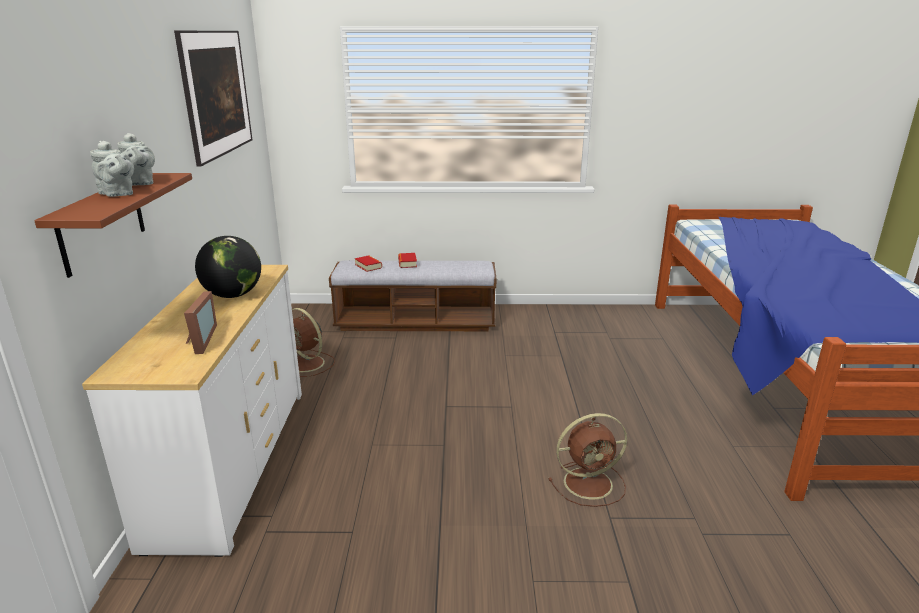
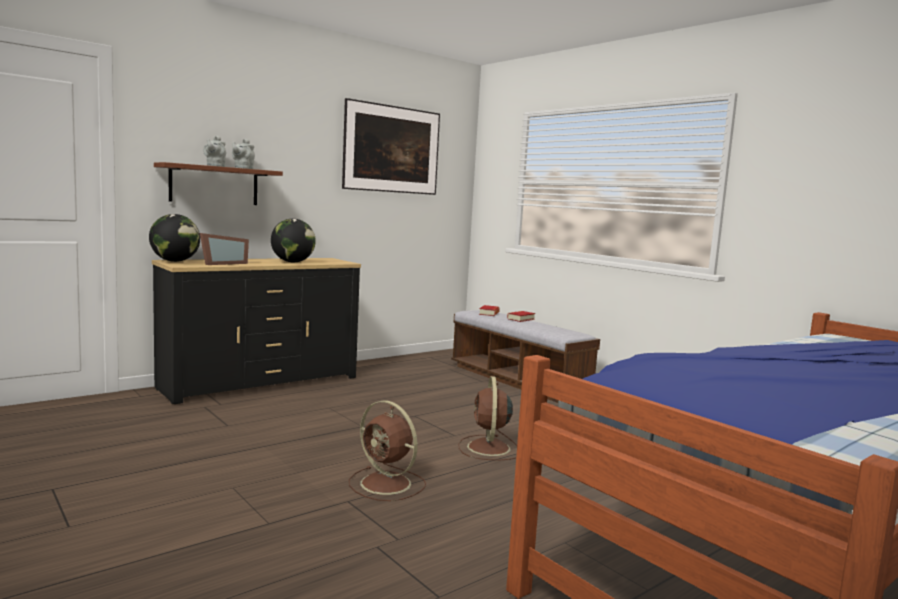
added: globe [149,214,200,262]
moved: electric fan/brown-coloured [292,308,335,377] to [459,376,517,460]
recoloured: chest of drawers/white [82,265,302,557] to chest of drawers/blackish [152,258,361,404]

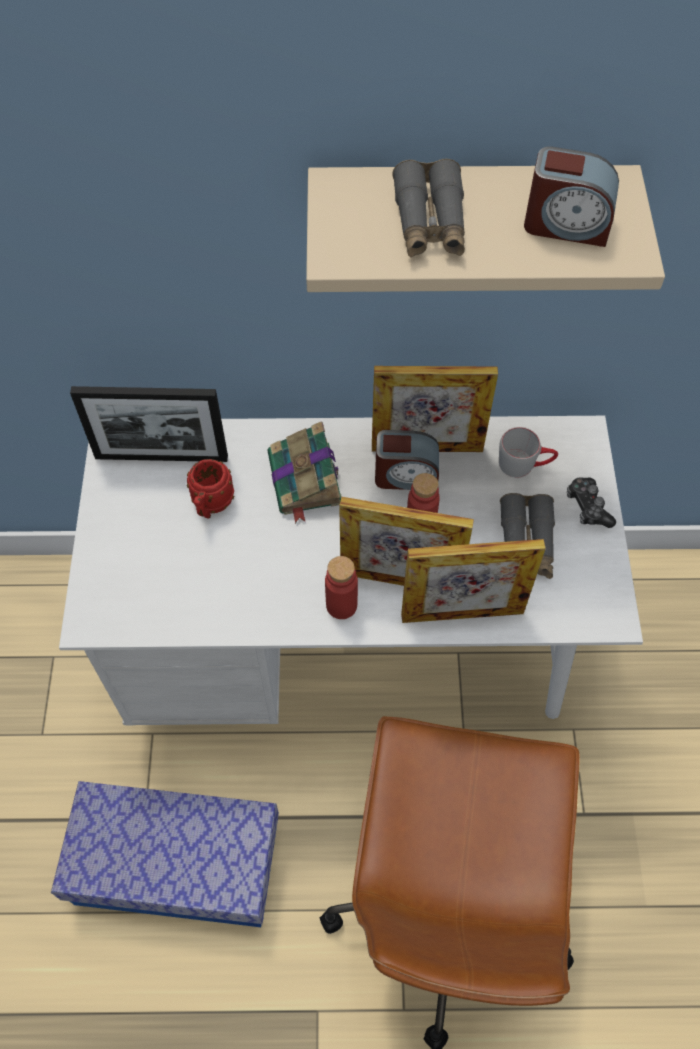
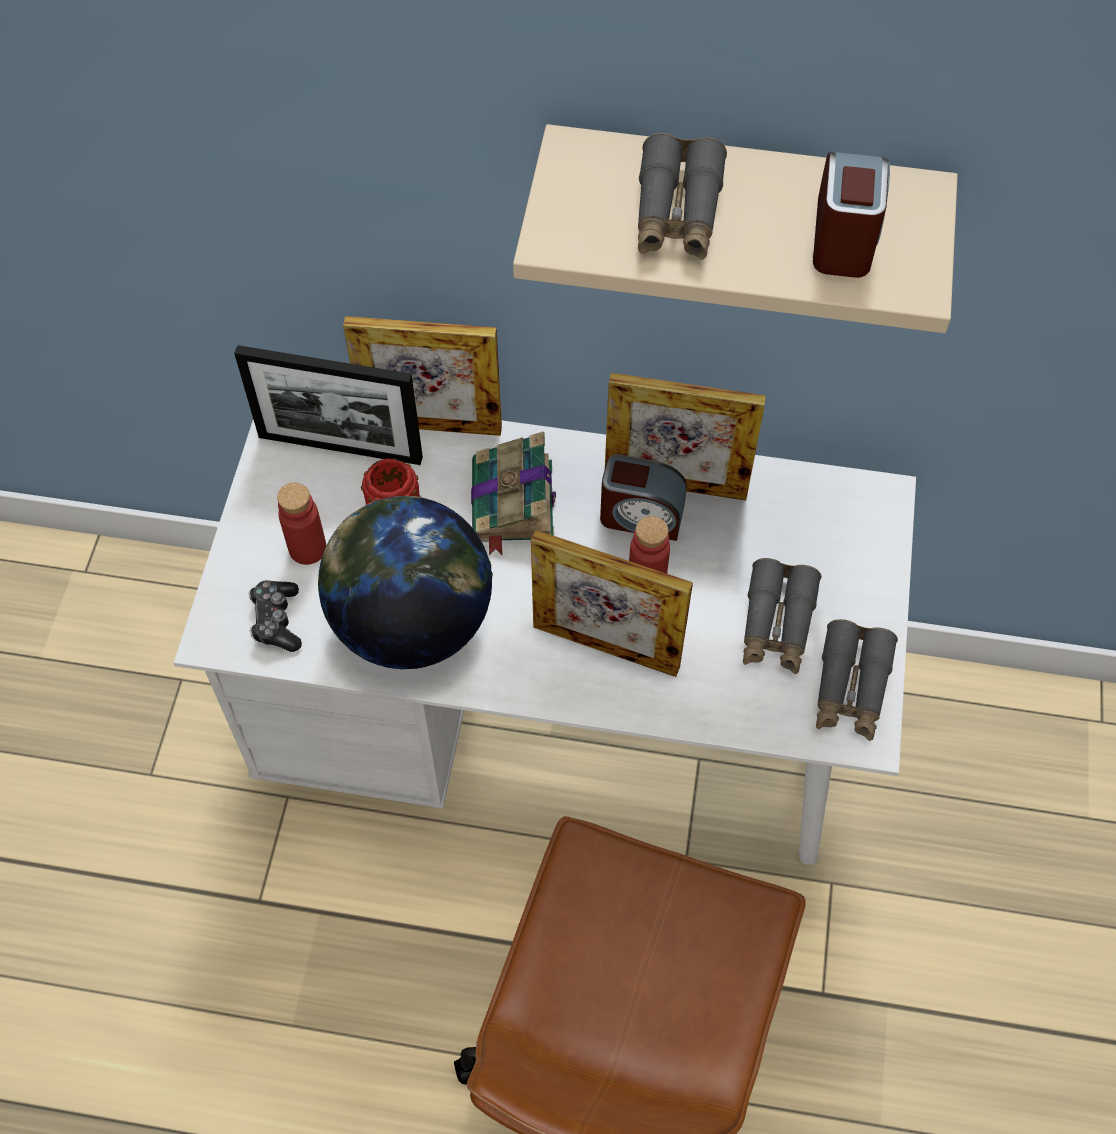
removed: storage box [51,781,279,927]; tea mug/greyish [499,427,558,477]
added: globe [318,496,493,669]; pair of binoculars/greyish [816,619,898,741]
moved: gamepad [567,477,616,528] to [248,580,302,652]; beverage bottle/red [325,556,358,619] to [277,482,326,565]; photo frame [401,539,546,623] to [343,316,502,436]
turned: alarm clock [524,146,619,247] = [813,152,890,278] 105 degrees counterclockwise

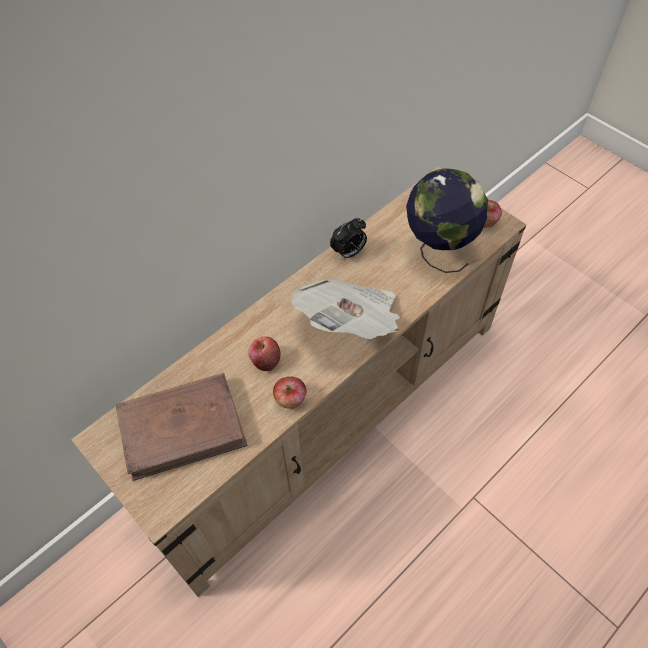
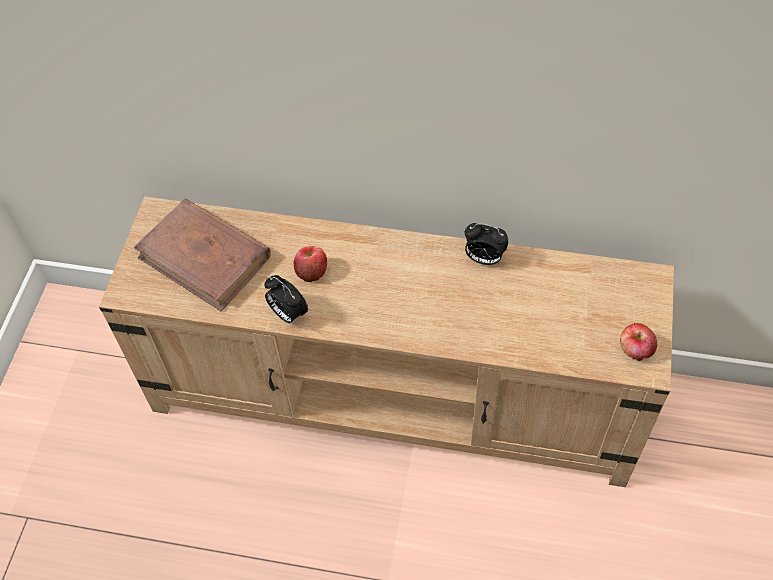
removed: printed paper [291,277,400,339]; globe [406,168,489,273]
replaced: apple [273,377,306,409] to alarm clock [264,275,308,324]

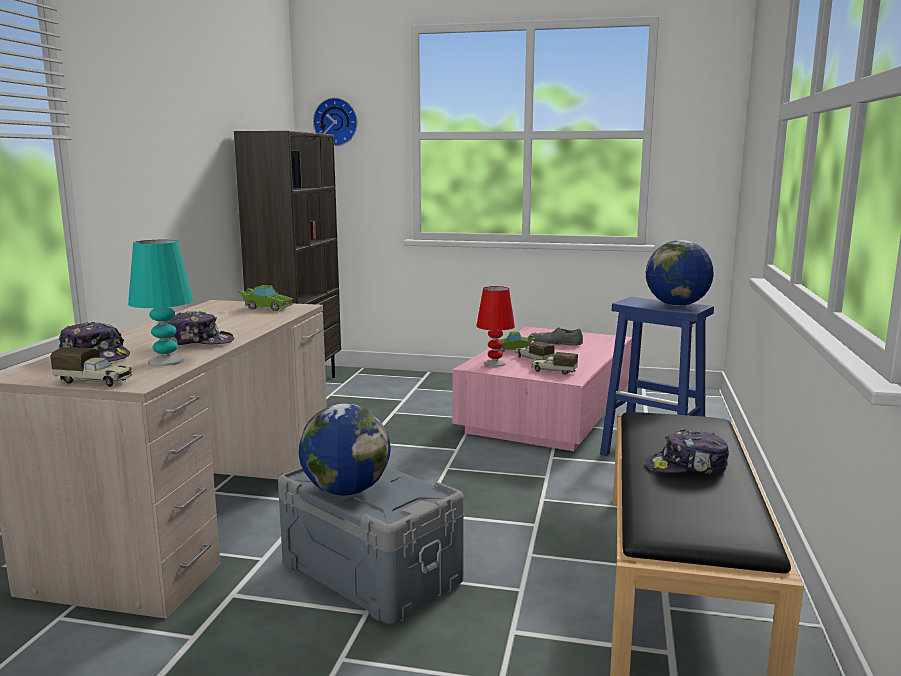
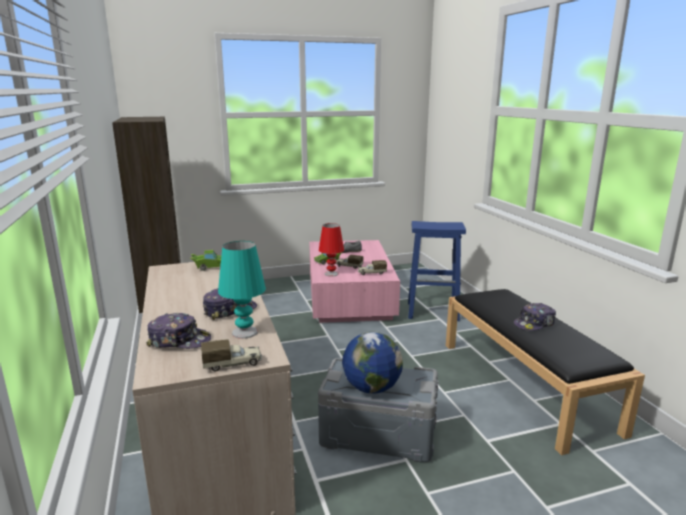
removed: wall clock [313,97,357,146]; globe [646,240,714,306]

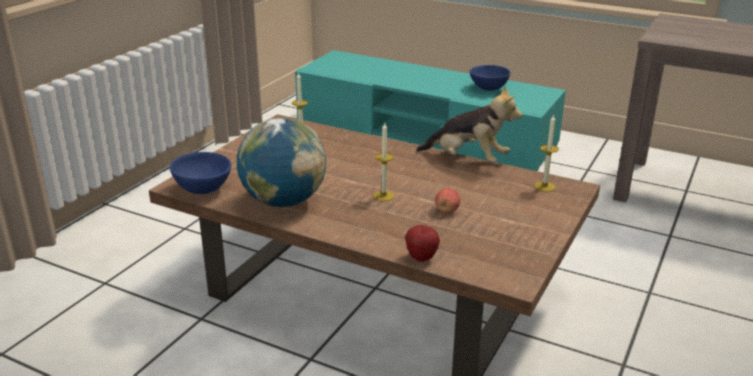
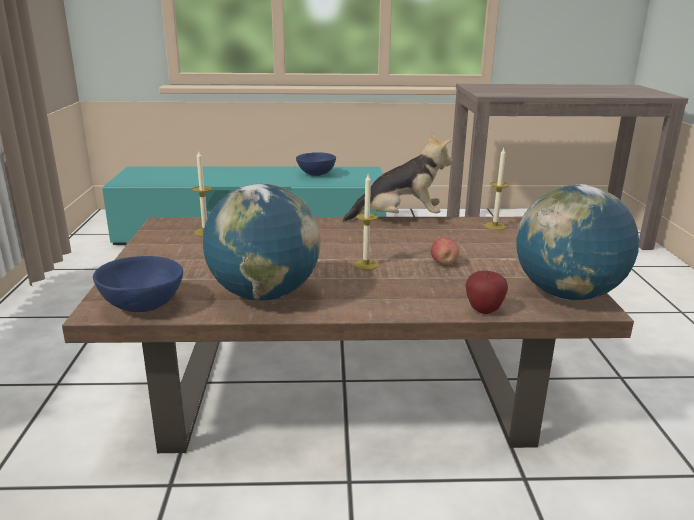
added: globe [516,184,639,300]

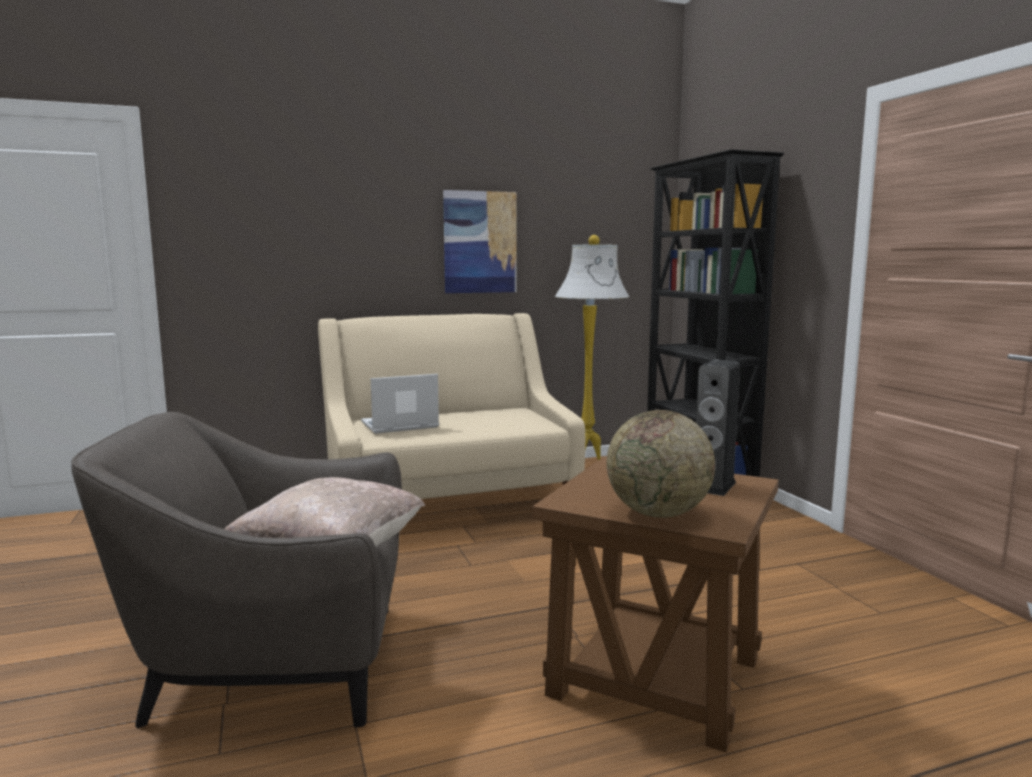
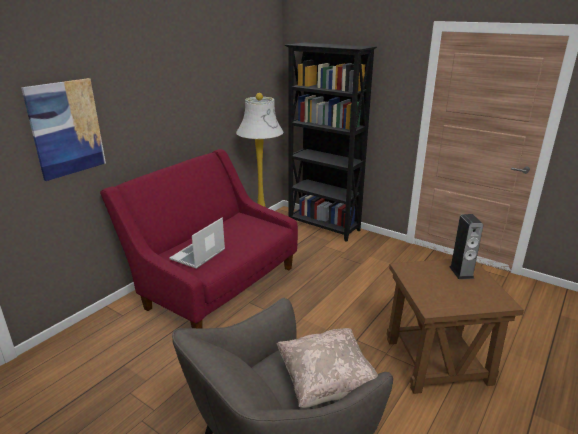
removed: globe [607,410,715,518]
moved: wall art [443,190,517,293] to [21,78,106,181]
recoloured: sofa/sand-coloured [318,313,585,499] to sofa/red [100,149,298,329]

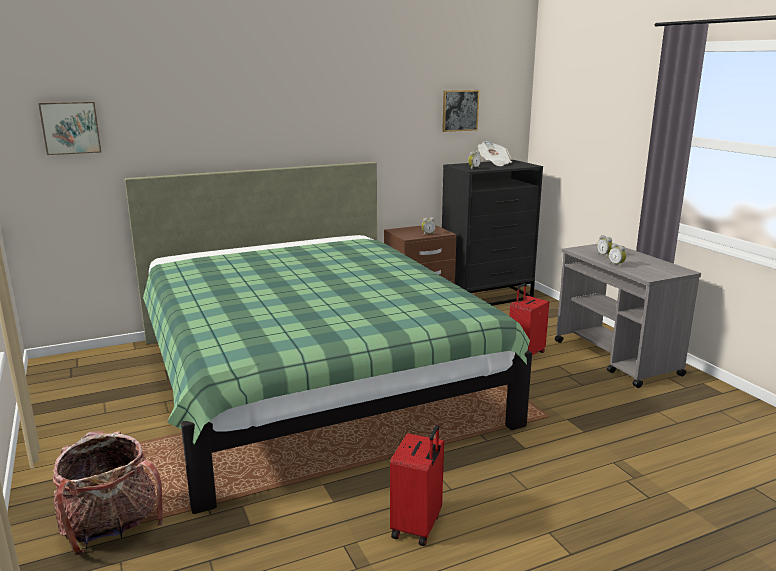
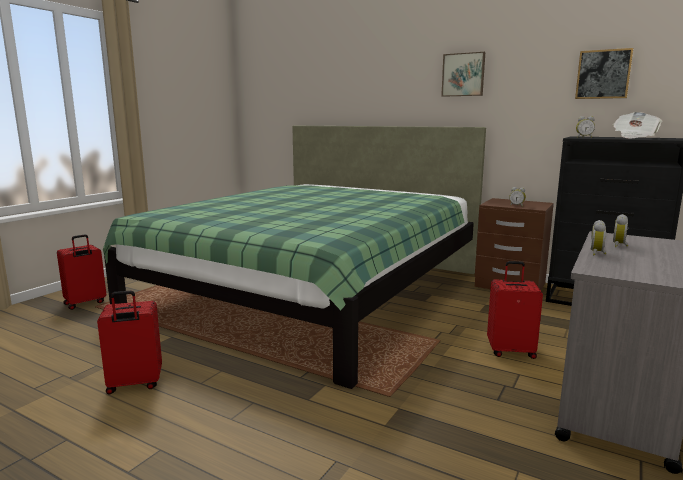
moved: wall art [38,102,101,155] to [441,52,485,97]
replaced: backpack [53,431,163,555] to piece of luggage/red [57,235,106,310]

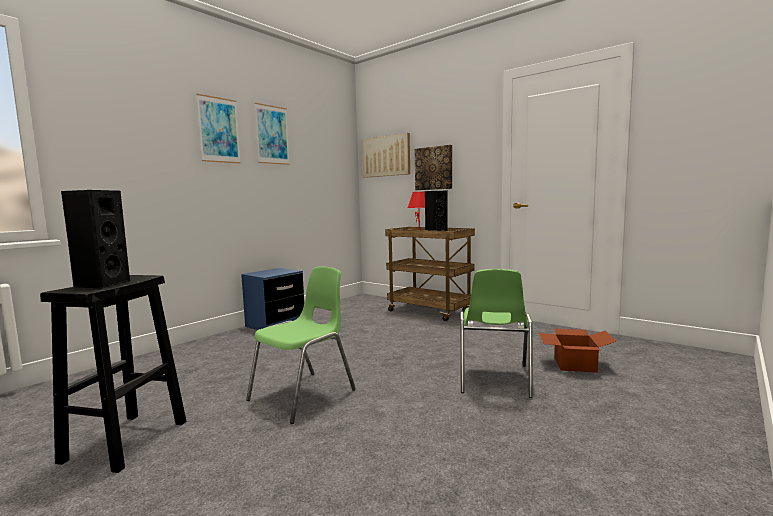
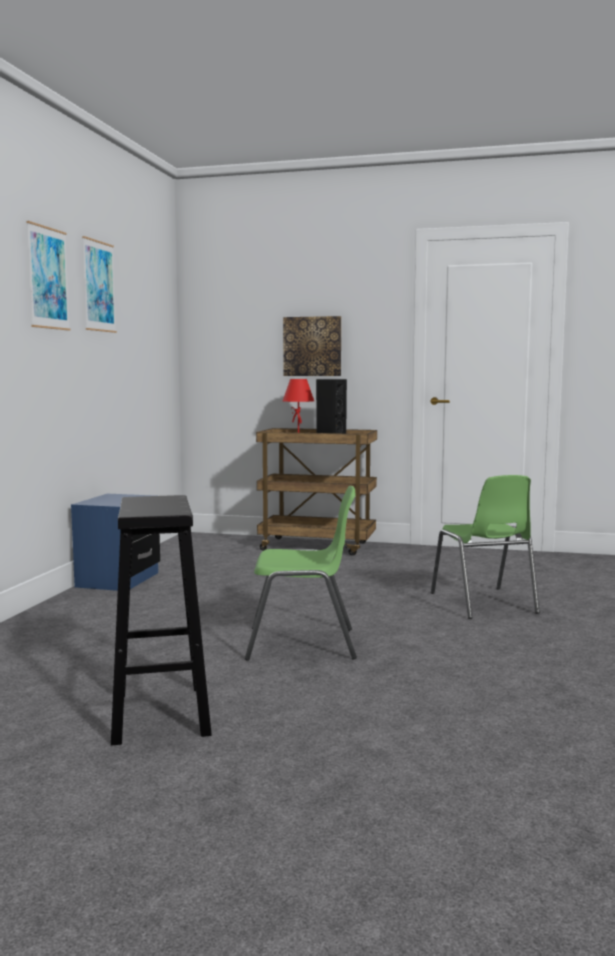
removed: speaker/blackish [61,190,130,289]; wall art [362,133,410,178]; carton [539,329,616,373]
turned: upright chair/green-coloured [246,266,356,424] = [245,486,357,661] 75 degrees clockwise

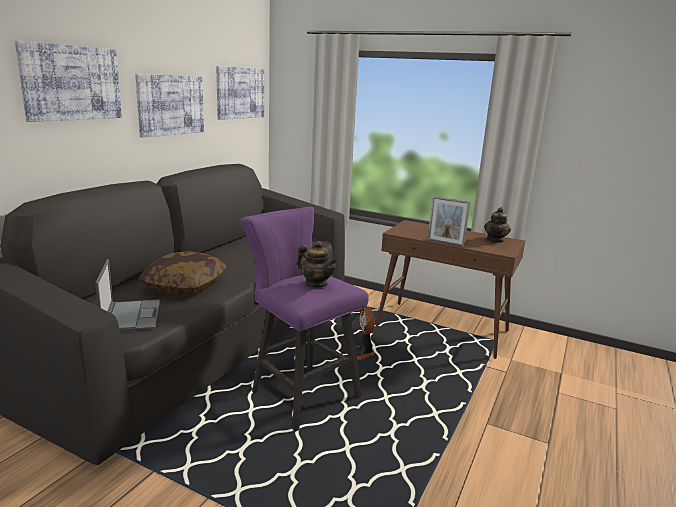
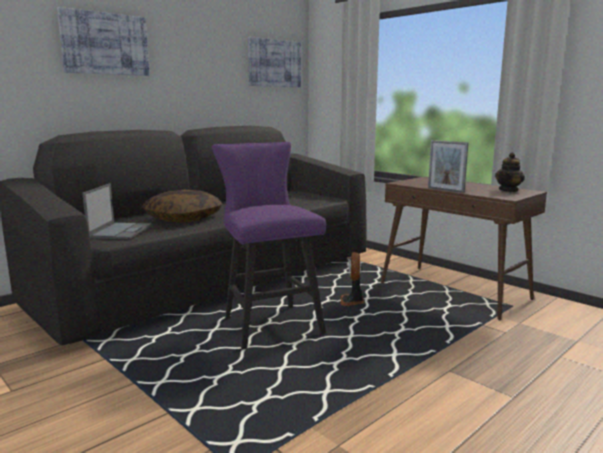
removed: wall art [135,74,204,138]; teapot [297,241,339,288]

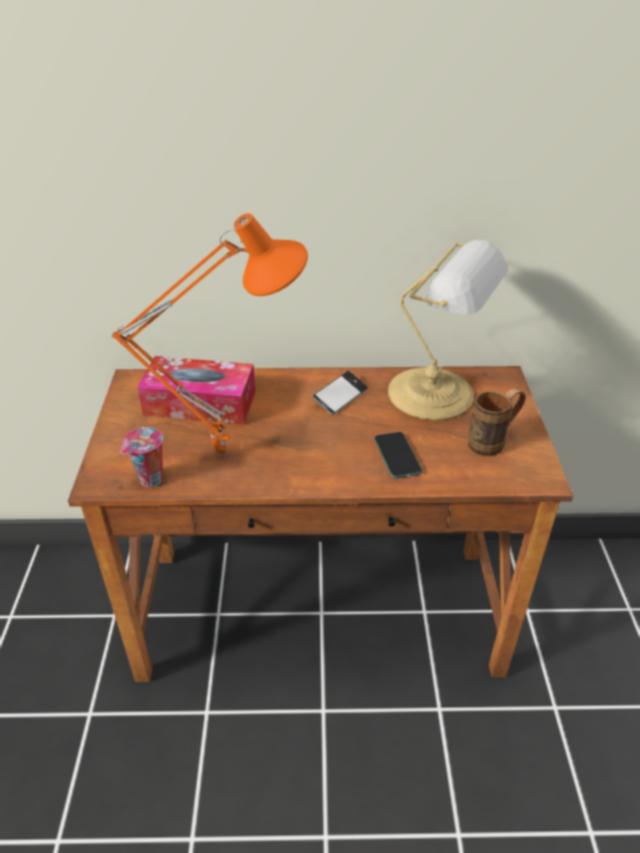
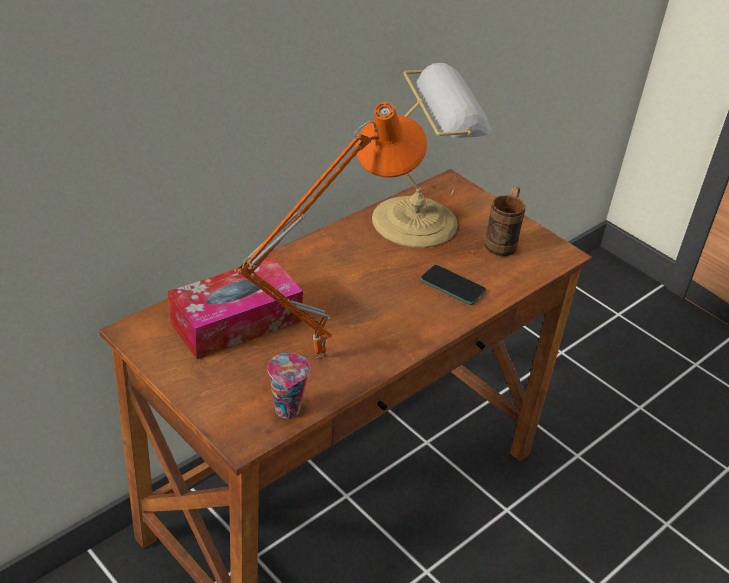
removed: handset [312,371,368,415]

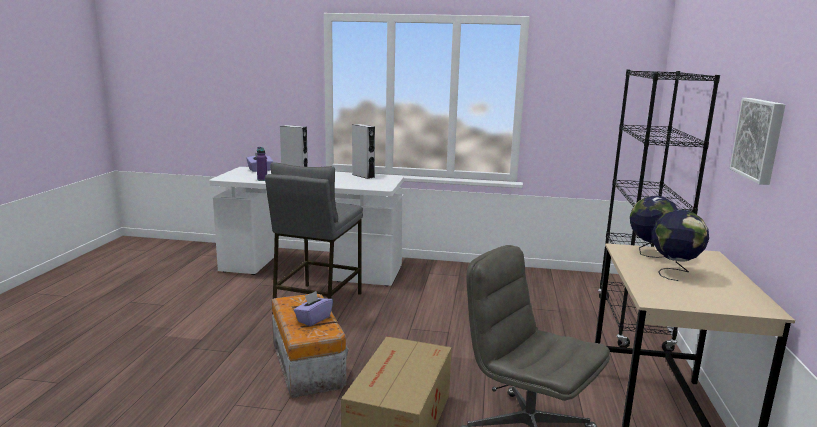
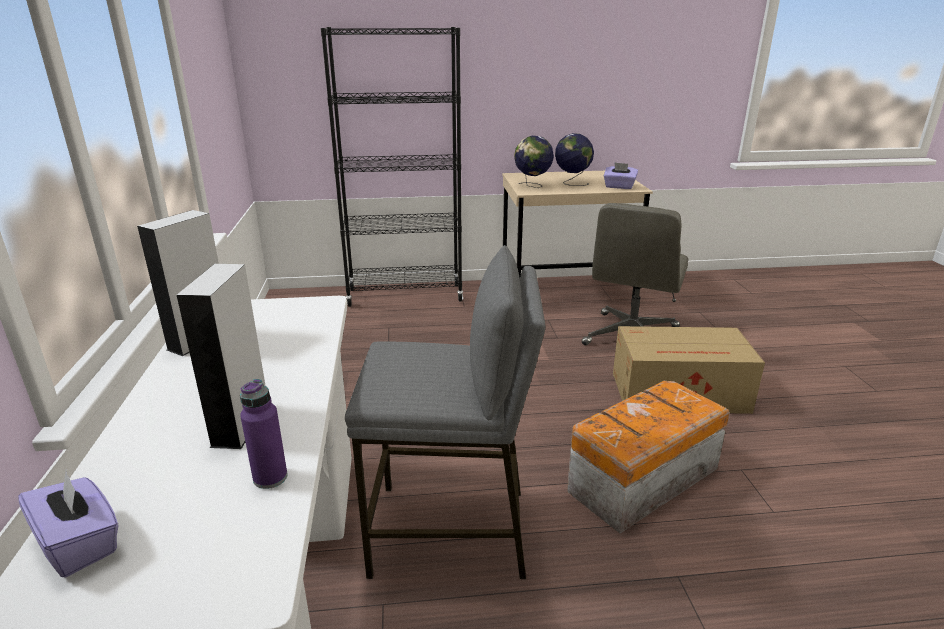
removed: wall art [729,98,786,185]
moved: box of tissues/purplish [294,291,333,326] to [604,162,638,189]

